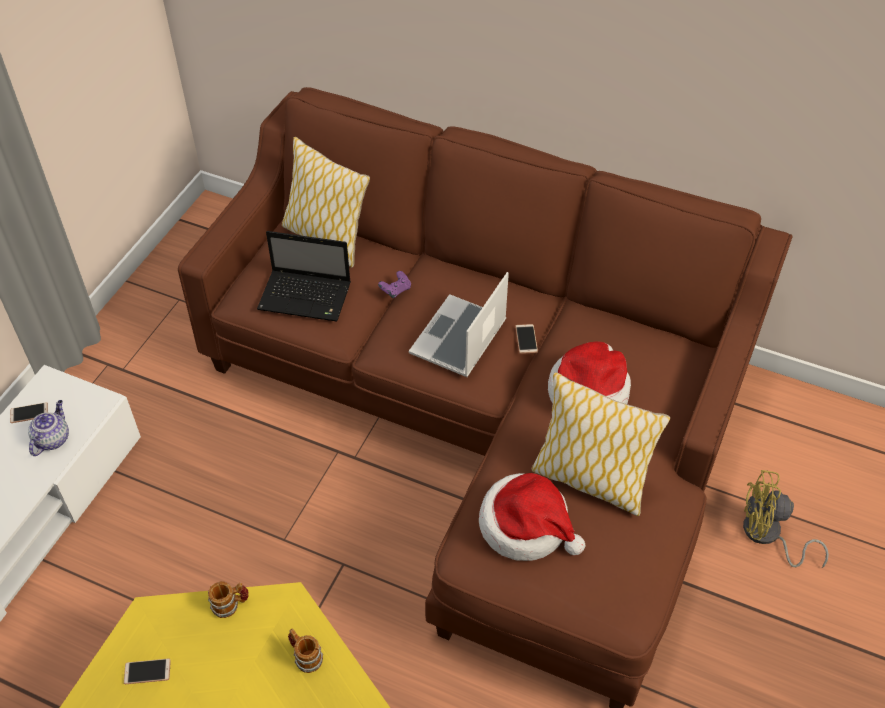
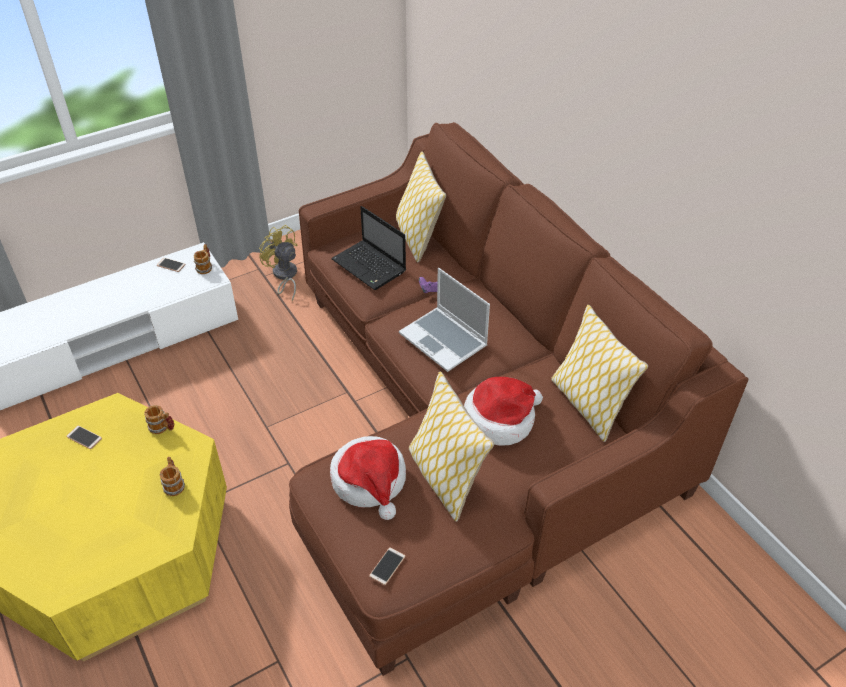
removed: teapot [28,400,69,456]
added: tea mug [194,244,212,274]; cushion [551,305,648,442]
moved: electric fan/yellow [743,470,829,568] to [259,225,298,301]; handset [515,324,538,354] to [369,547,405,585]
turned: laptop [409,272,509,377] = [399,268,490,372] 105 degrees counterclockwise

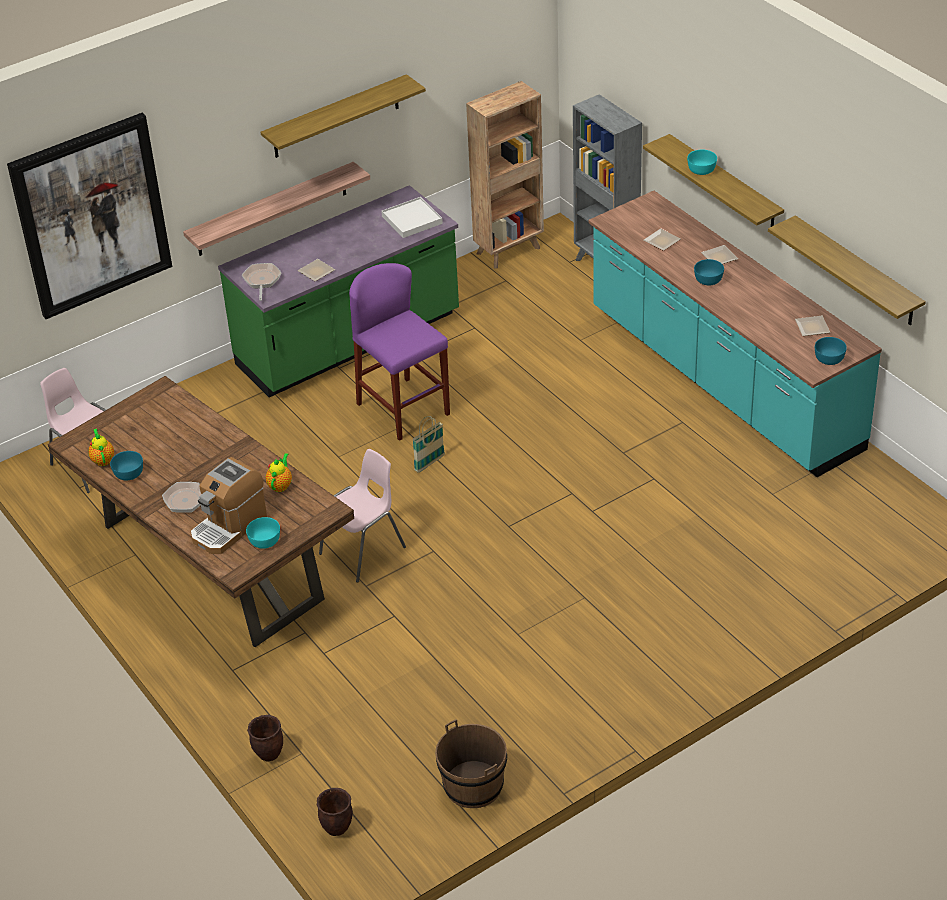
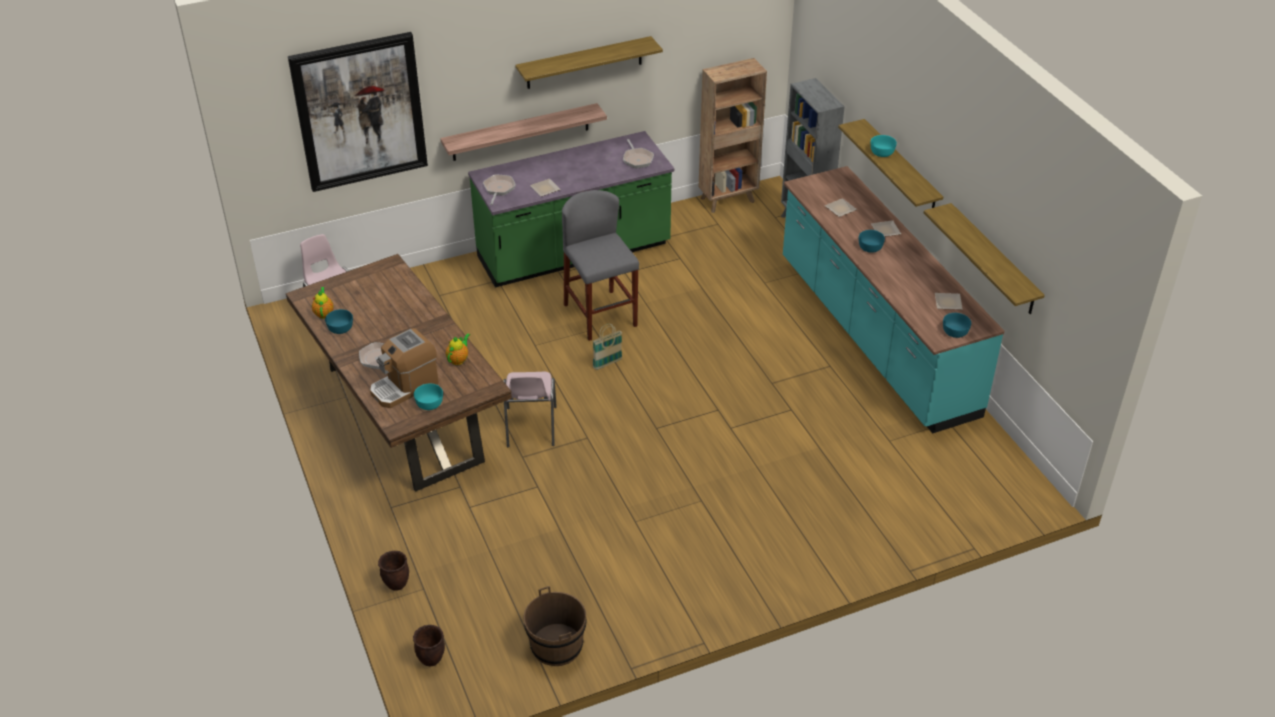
replaced: tray/white [381,197,443,238] to frying pan [623,139,654,169]
recoloured: stool seat/purplish [349,263,450,441] to stool seat/greyish [562,190,639,341]
turned: upright chair/pinkish [319,449,406,583] = [503,372,557,447] 120 degrees clockwise

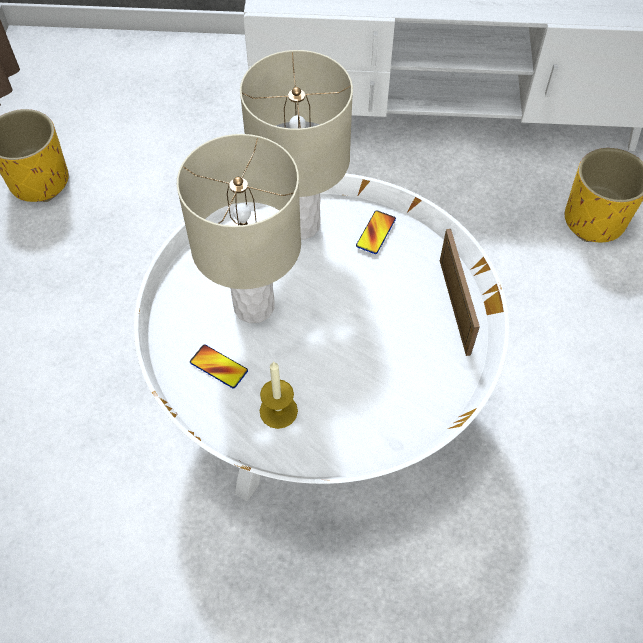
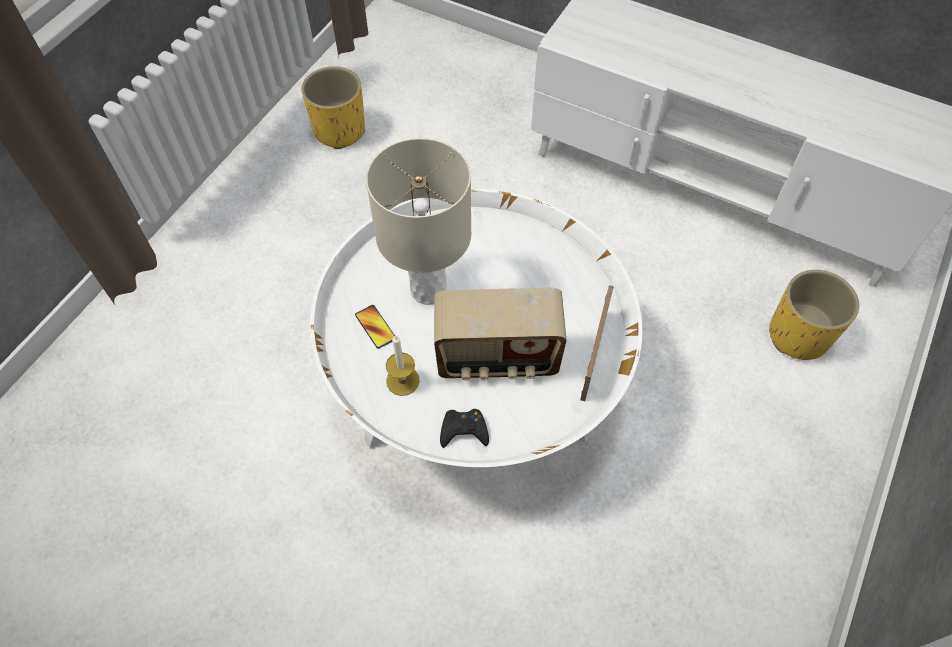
removed: lamp for a table/sand-coloured [240,50,353,240]; handset [356,210,396,254]
added: radio set [434,288,567,381]; gamepad/blackish [440,409,489,448]

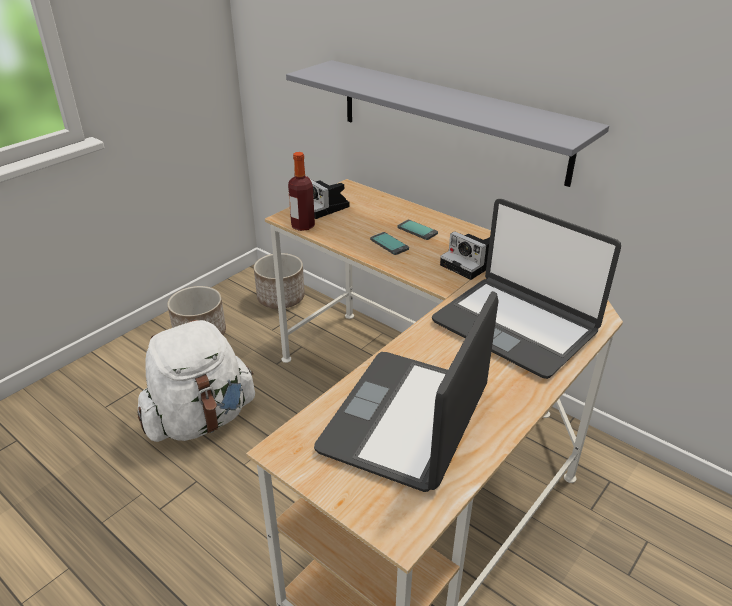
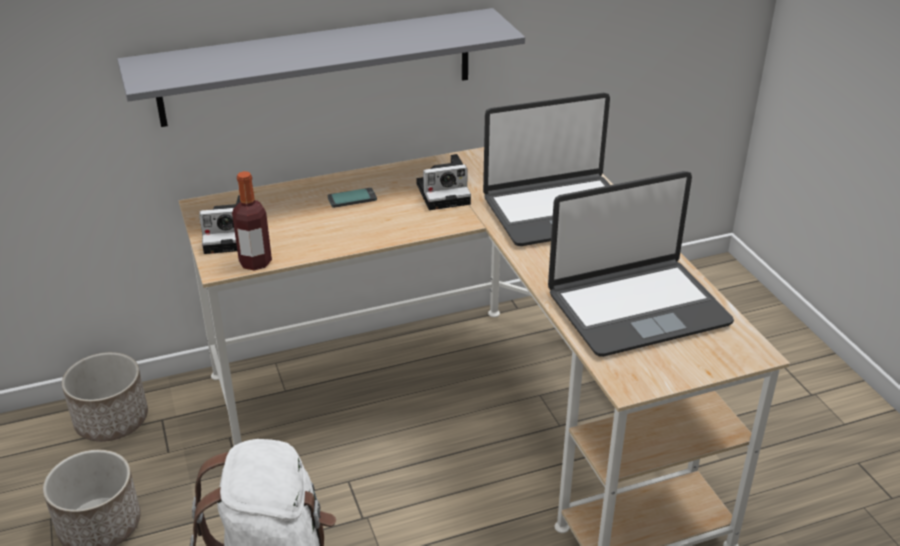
removed: handset [370,232,409,255]
turned: laptop [314,291,499,492] = [548,171,734,357] 75 degrees counterclockwise

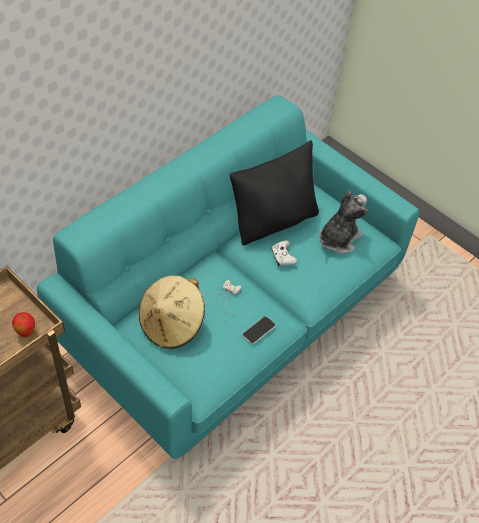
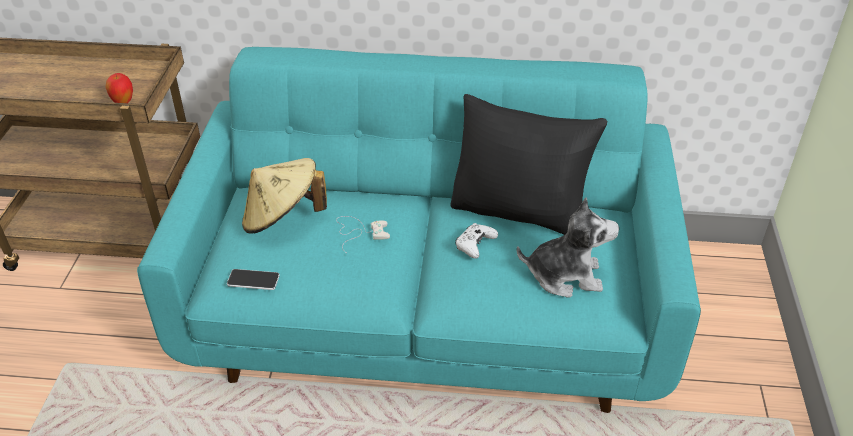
moved: handset [242,316,276,344] to [227,269,280,290]

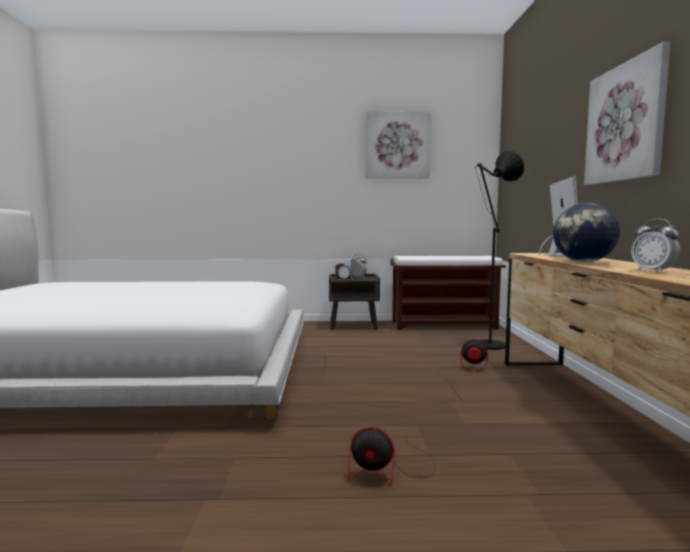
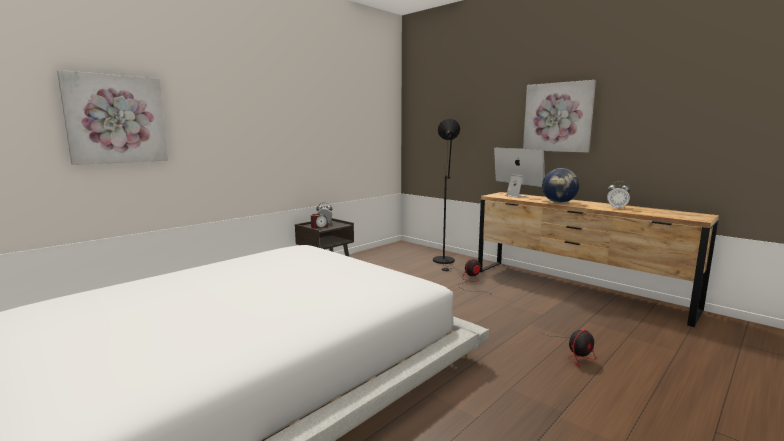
removed: indoor bench/brown-coloured [390,256,506,330]
moved: wall art [365,111,431,178] to [57,70,168,165]

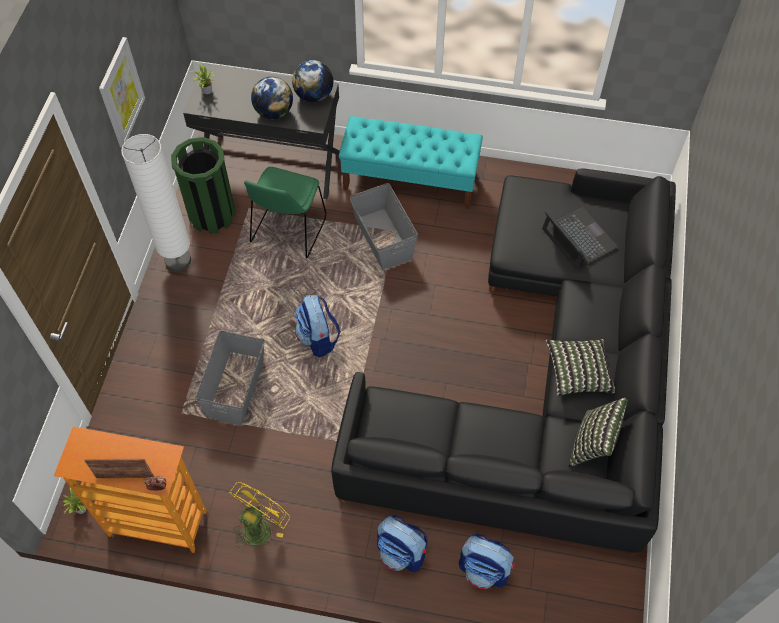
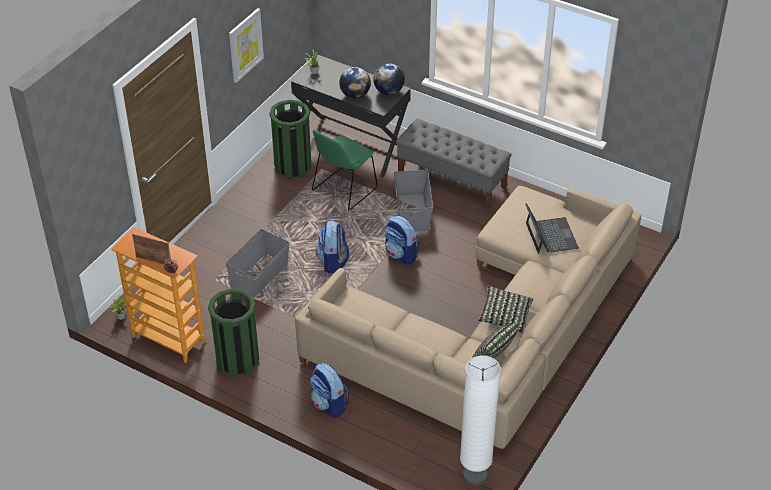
moved: backpack [459,533,515,589] to [385,216,419,265]; floor lamp/white [121,134,191,271] to [460,355,501,485]
replaced: electric fan/yellow [229,482,290,548] to waste bin/green-coloured [208,289,259,377]
recoloured: sofa/blackish [331,168,676,556] to sofa/sand-coloured [295,186,642,455]; indoor bench/turquoise-coloured [339,116,483,209] to indoor bench/greyish [396,119,512,210]

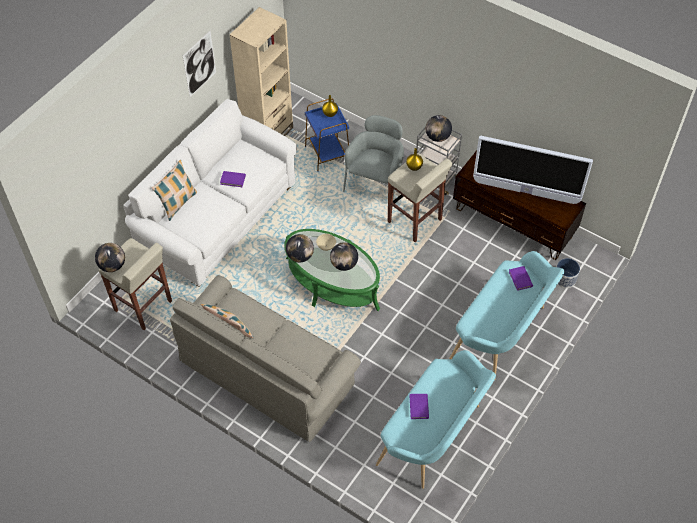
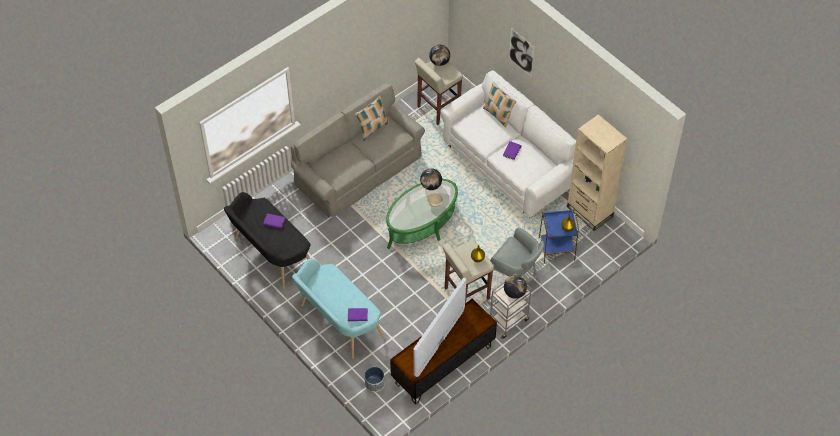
removed: globe [330,242,358,271]
moved: wall art [183,31,216,97] to [509,28,534,77]
recoloured: indoor bench/turquoise-coloured [376,350,496,489] to indoor bench/blackish [224,192,310,289]

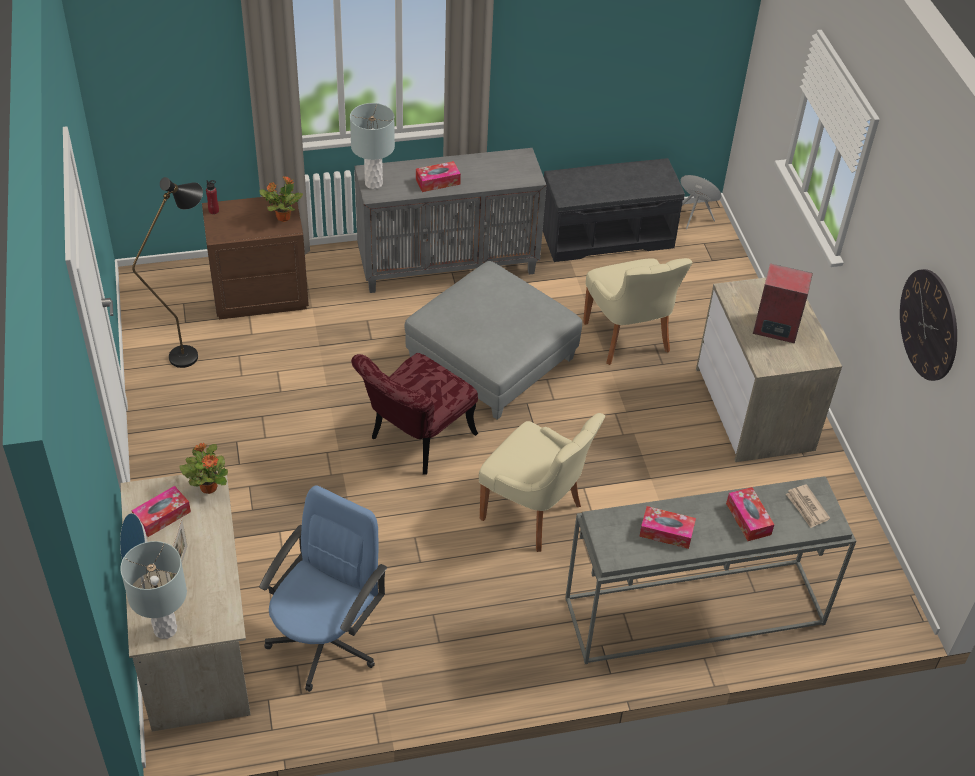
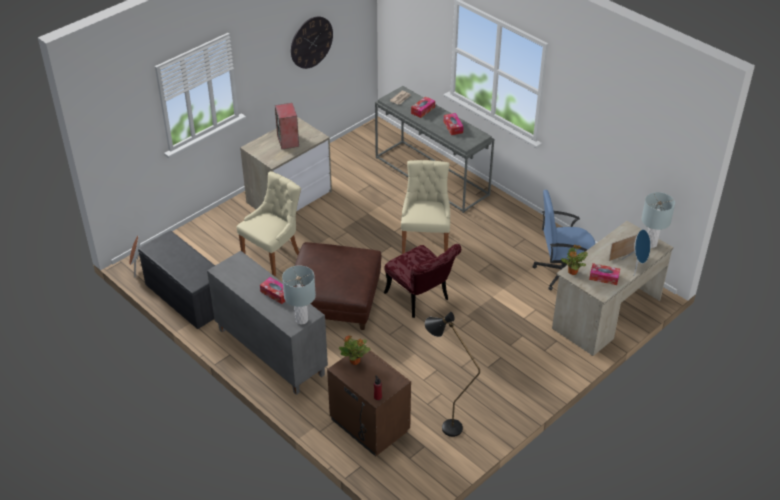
recoloured: ottoman/greyish [404,261,582,420] to ottoman/brown-coloured [293,242,381,330]
turned: upright chair/red [351,353,478,475] = [384,244,461,318] 45 degrees clockwise

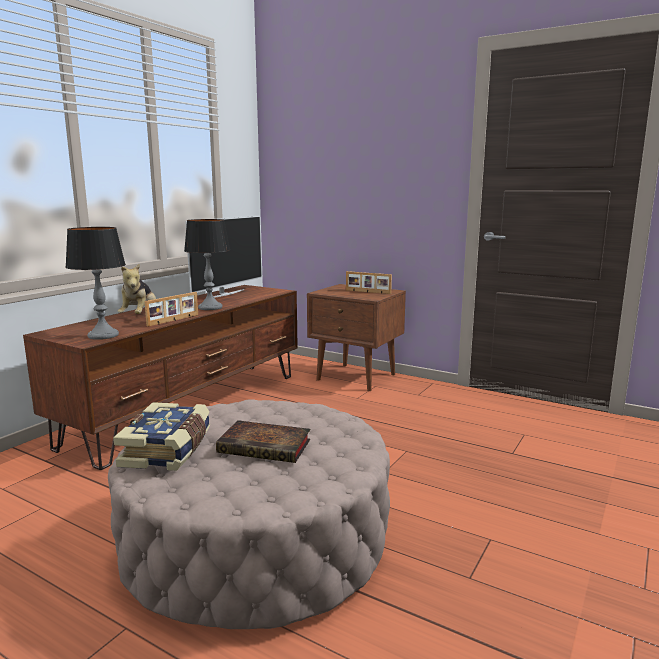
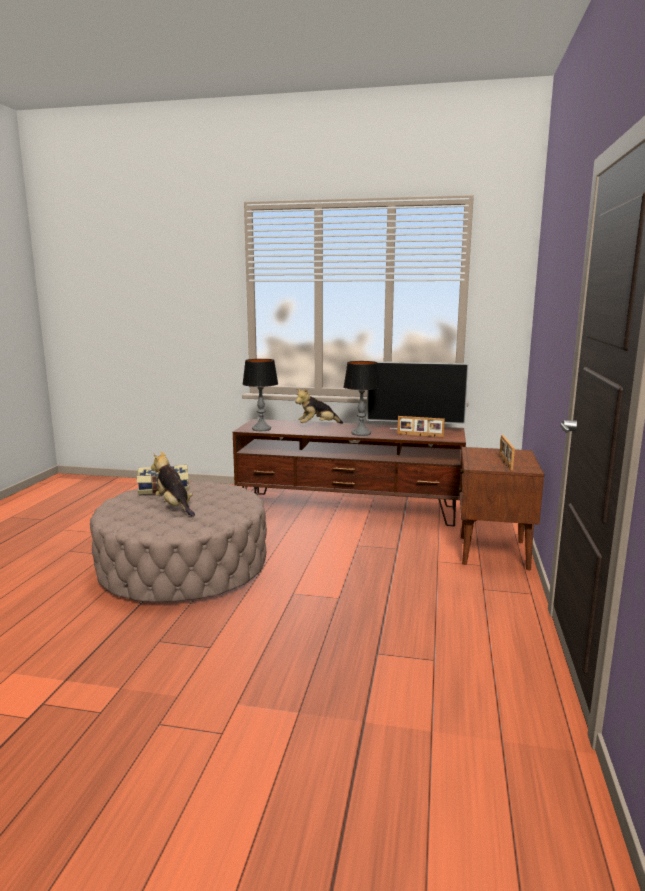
moved: photo frame [144,292,198,326] to [398,416,445,437]
replaced: volume [216,420,310,463] to cuddly toy [151,451,195,517]

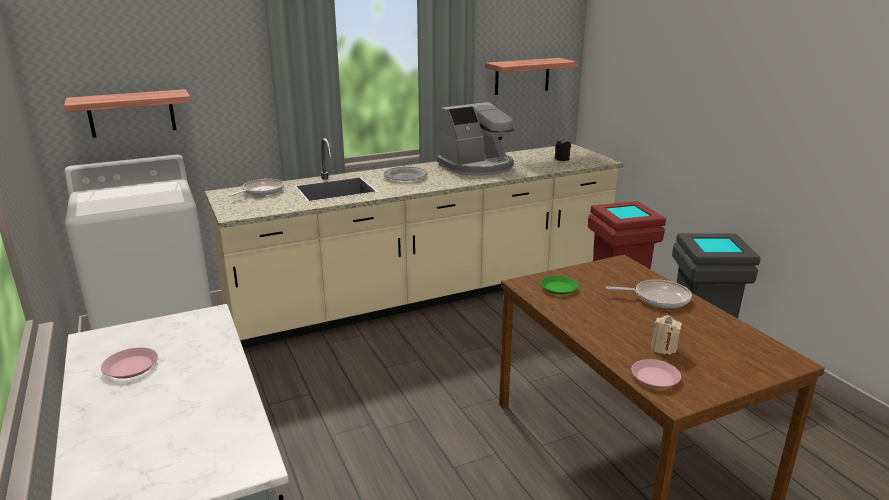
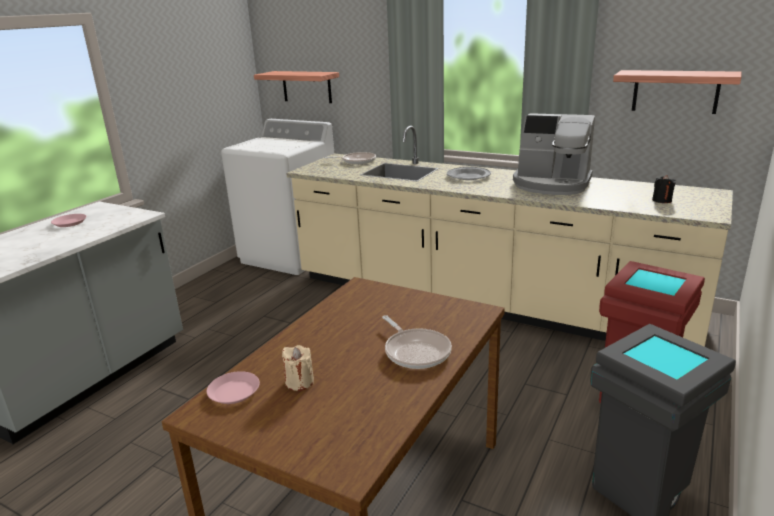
removed: dinner plate/green-coloured [541,276,578,295]

